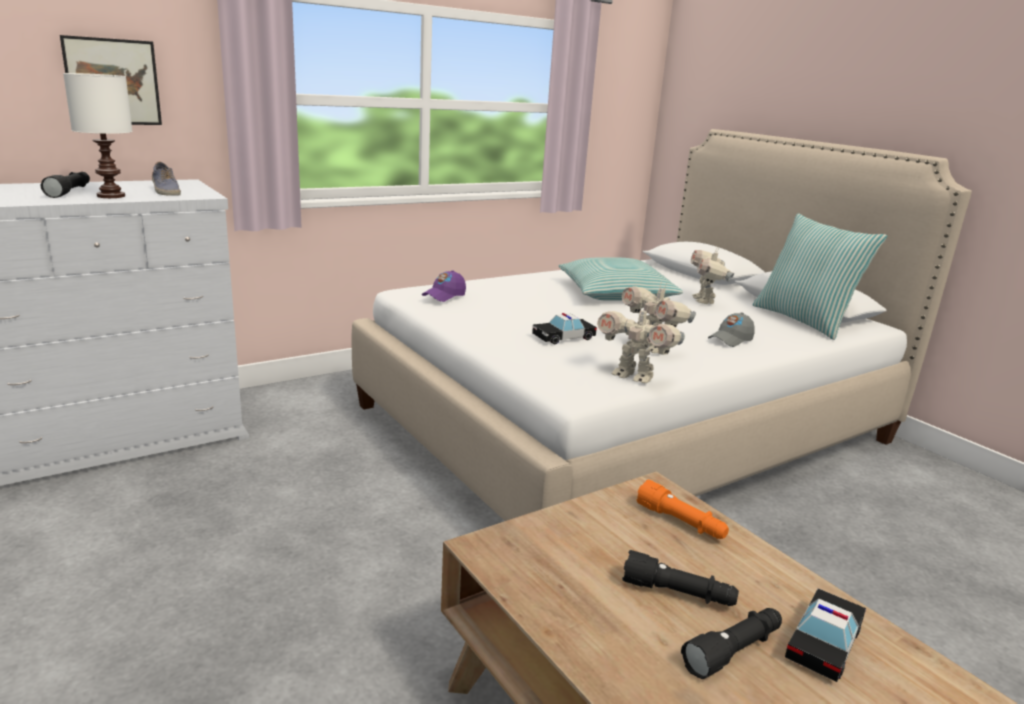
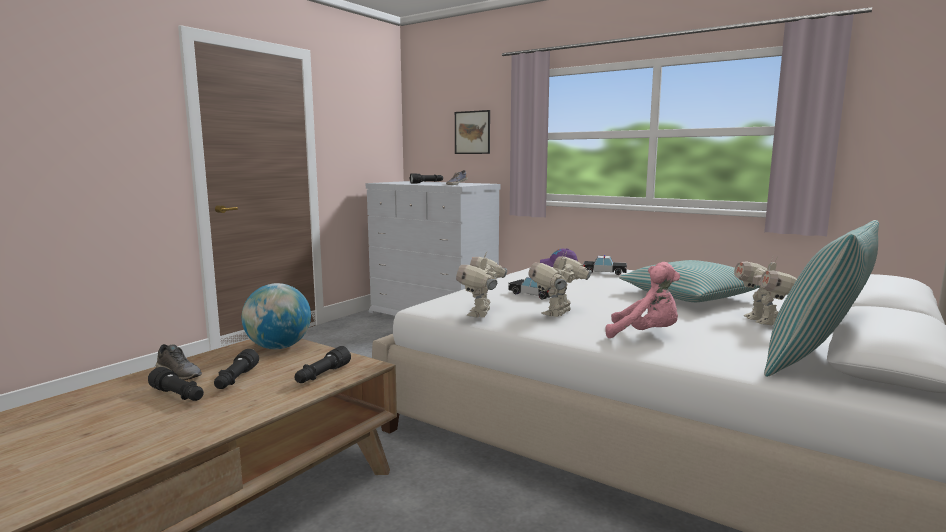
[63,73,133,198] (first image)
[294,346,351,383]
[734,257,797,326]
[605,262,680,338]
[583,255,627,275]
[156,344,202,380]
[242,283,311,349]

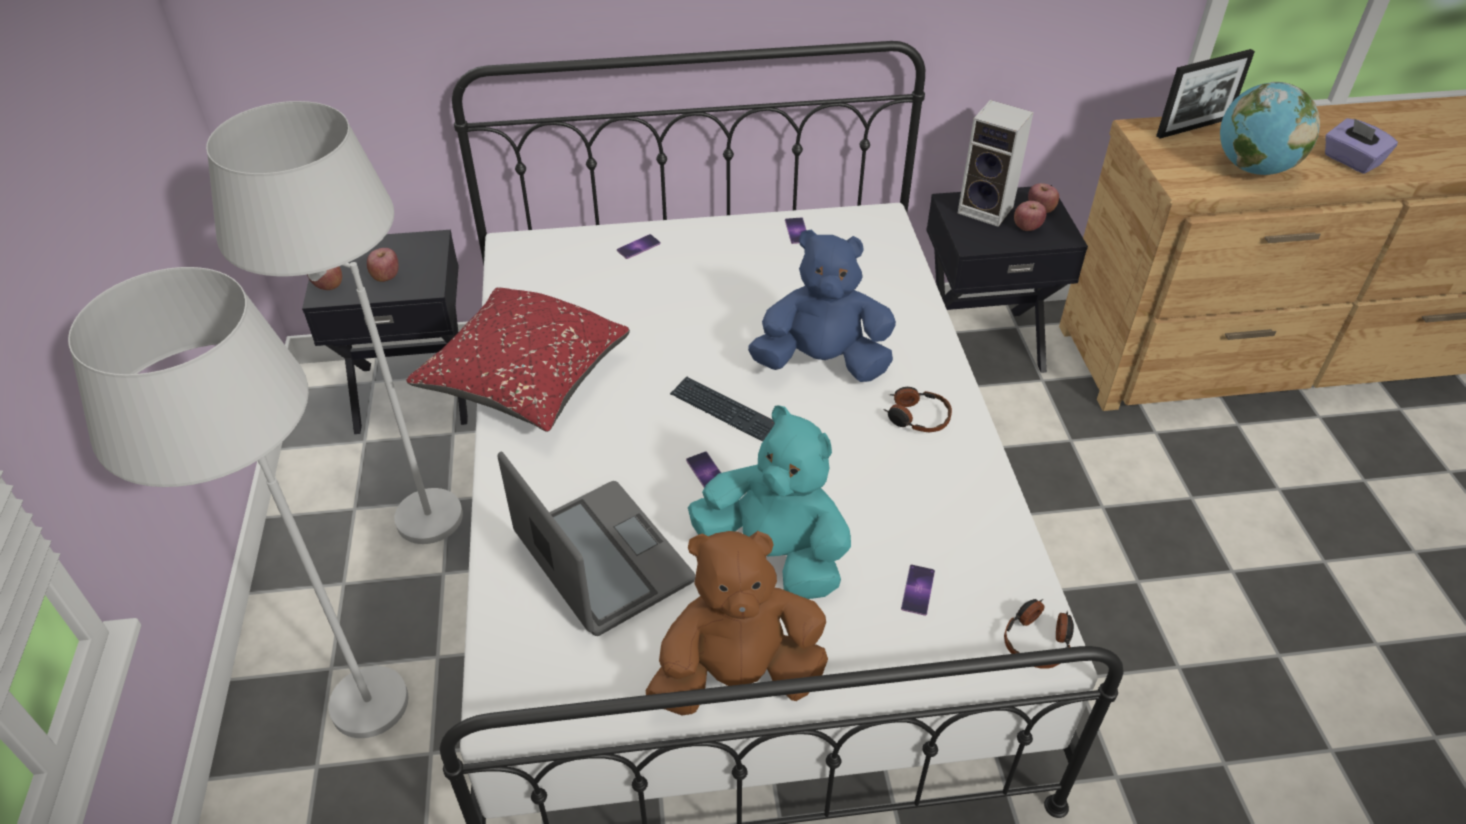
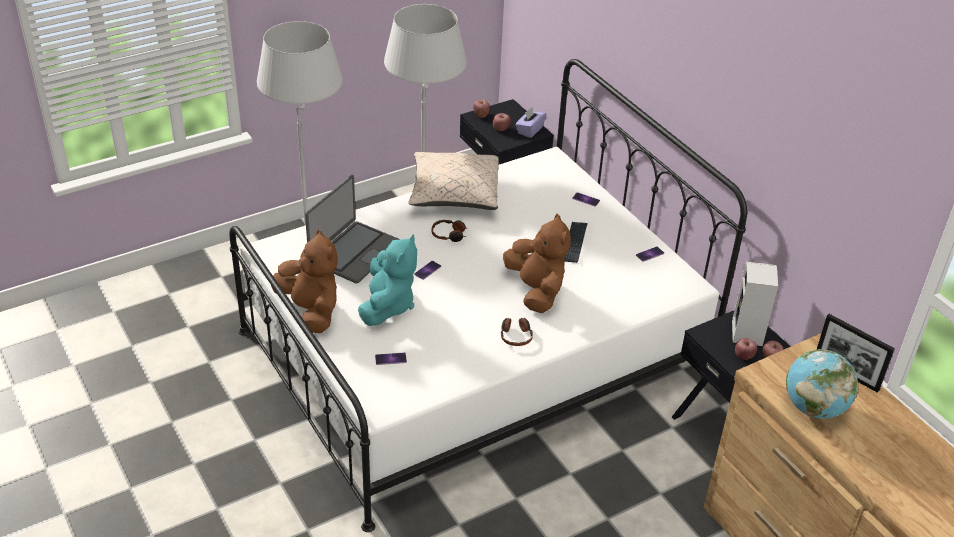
[408,152,499,210]
[564,222,587,263]
[503,214,571,313]
[431,220,468,242]
[516,107,546,138]

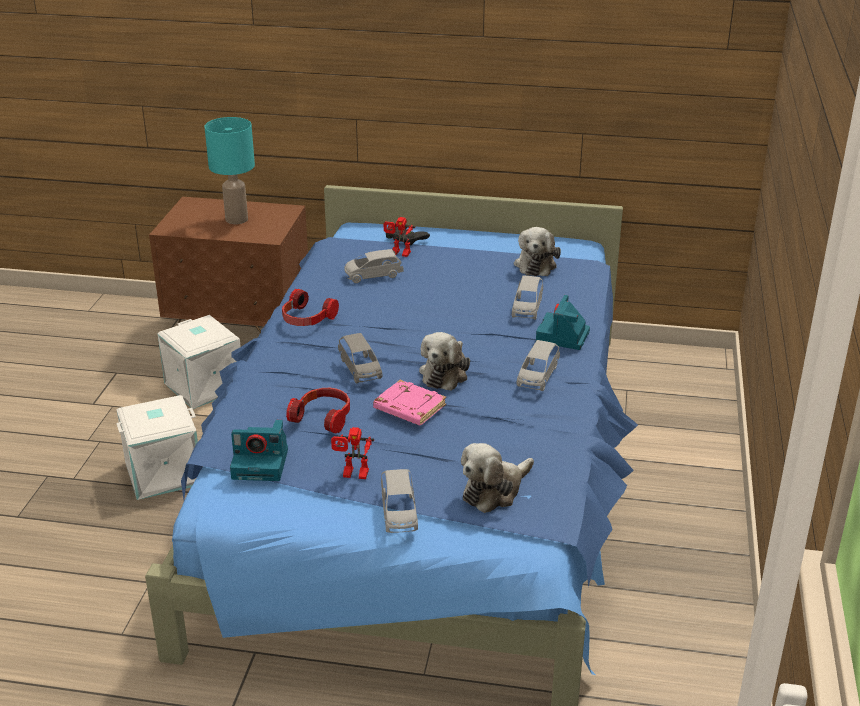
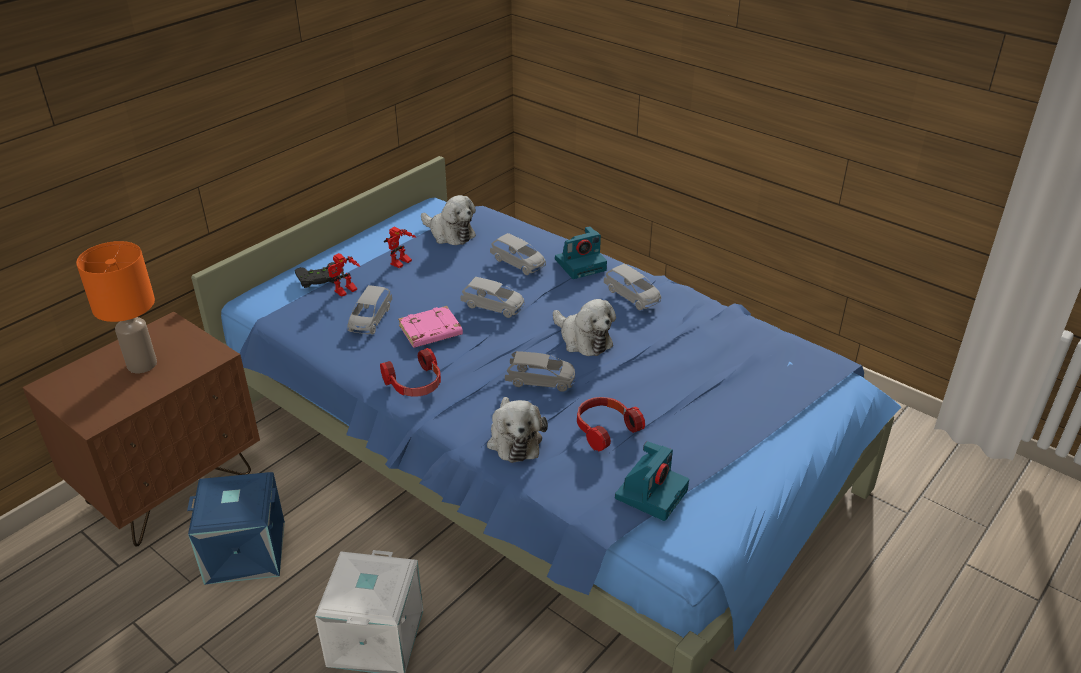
[187,472,285,585]
[76,241,157,373]
[384,227,416,268]
[398,306,463,348]
[460,277,524,318]
[487,397,548,463]
[555,226,607,279]

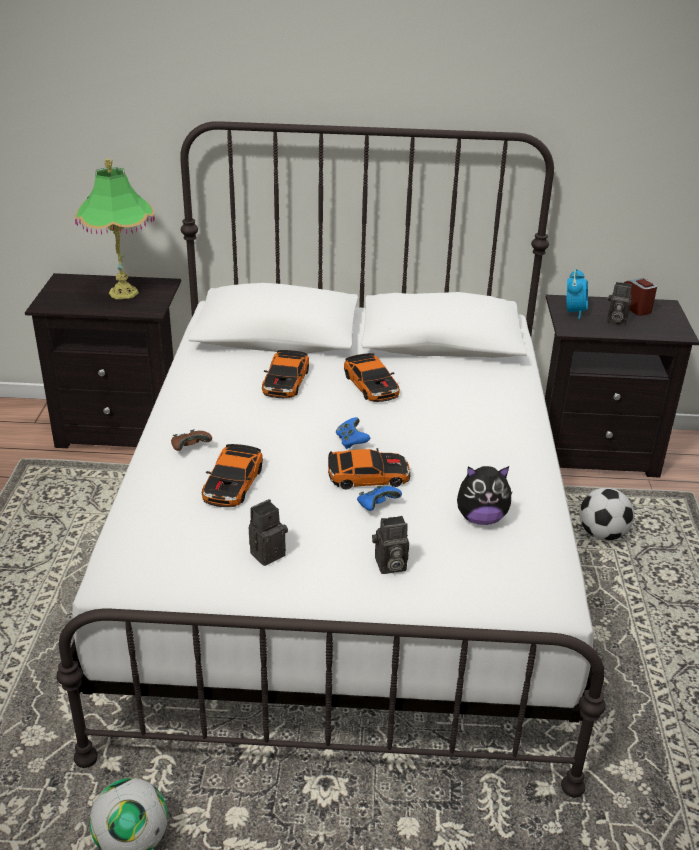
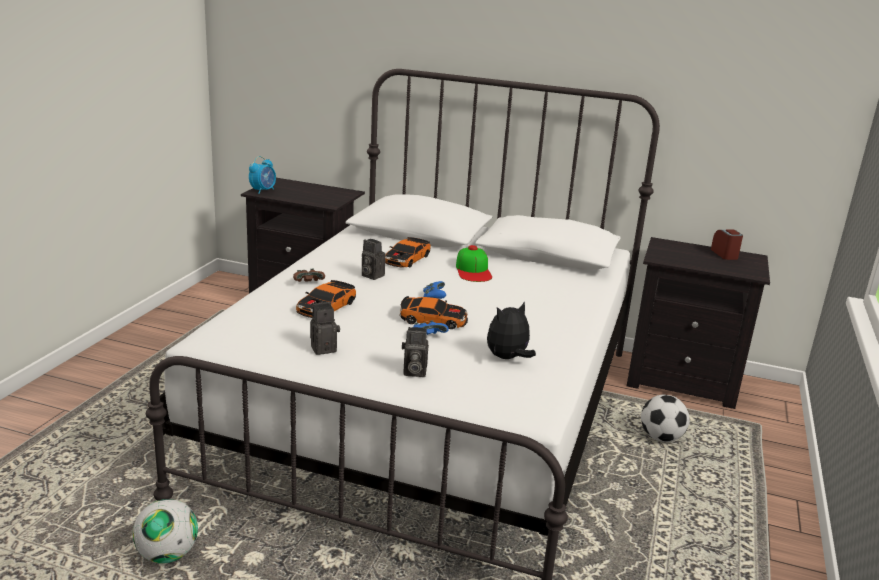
[75,159,155,299] (first image)
[456,245,492,282]
[487,302,536,359]
[249,156,276,194]
[362,239,385,280]

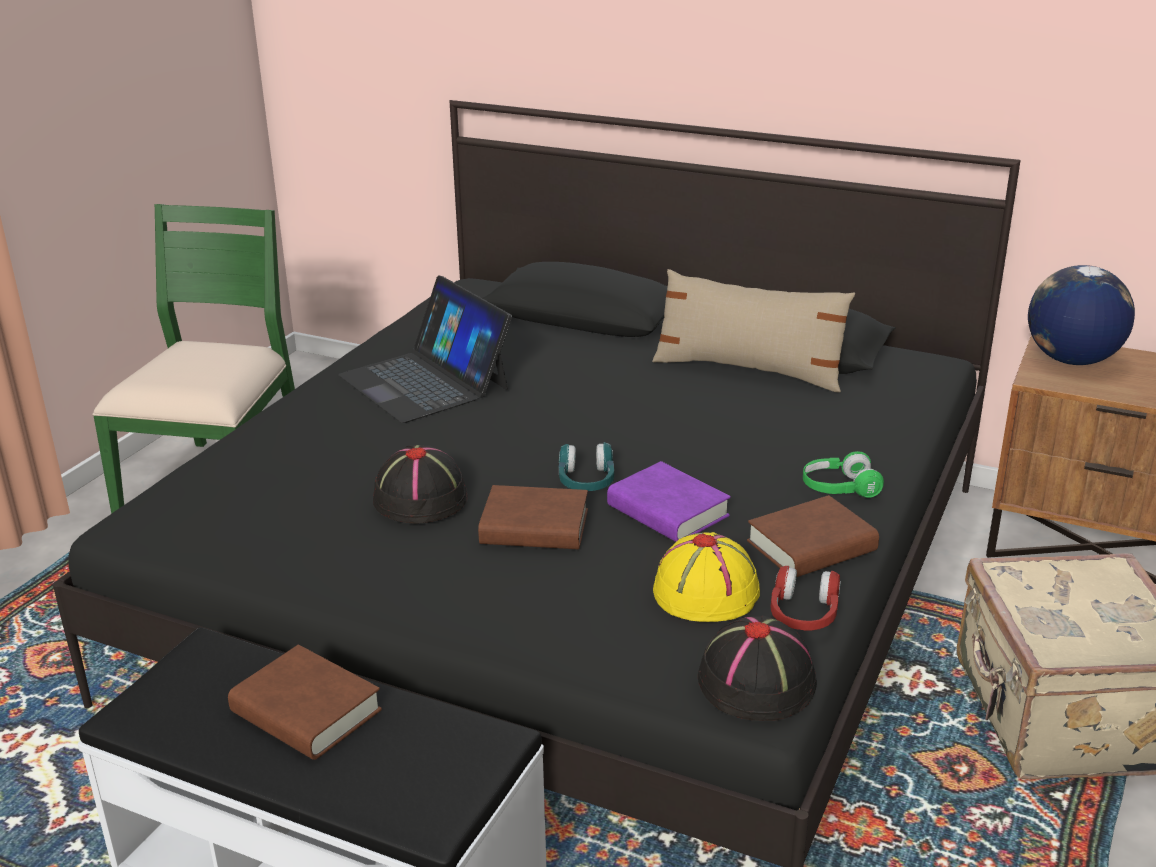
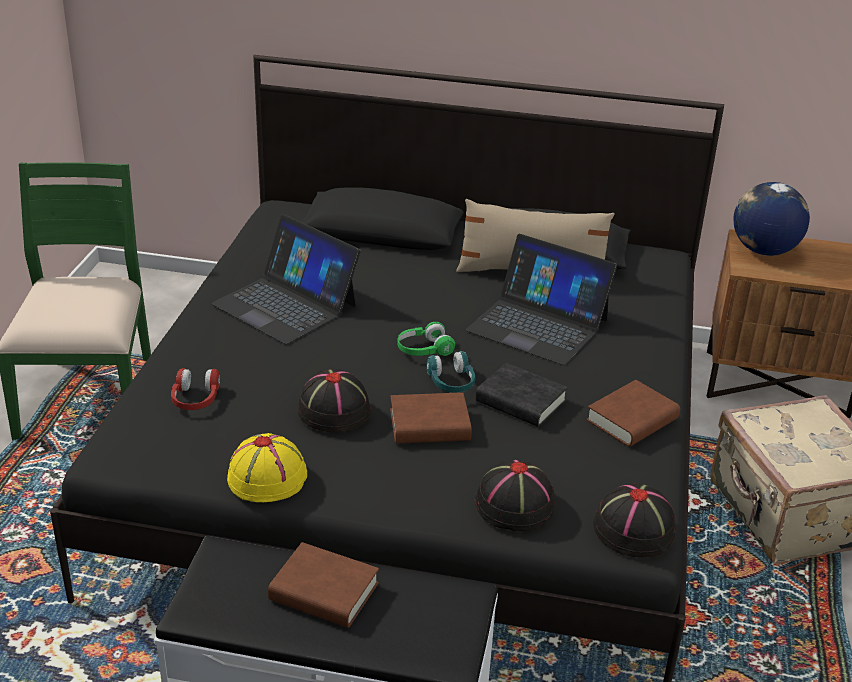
[476,363,568,427]
[227,433,307,502]
[171,368,220,410]
[397,322,455,356]
[466,234,617,365]
[475,460,555,531]

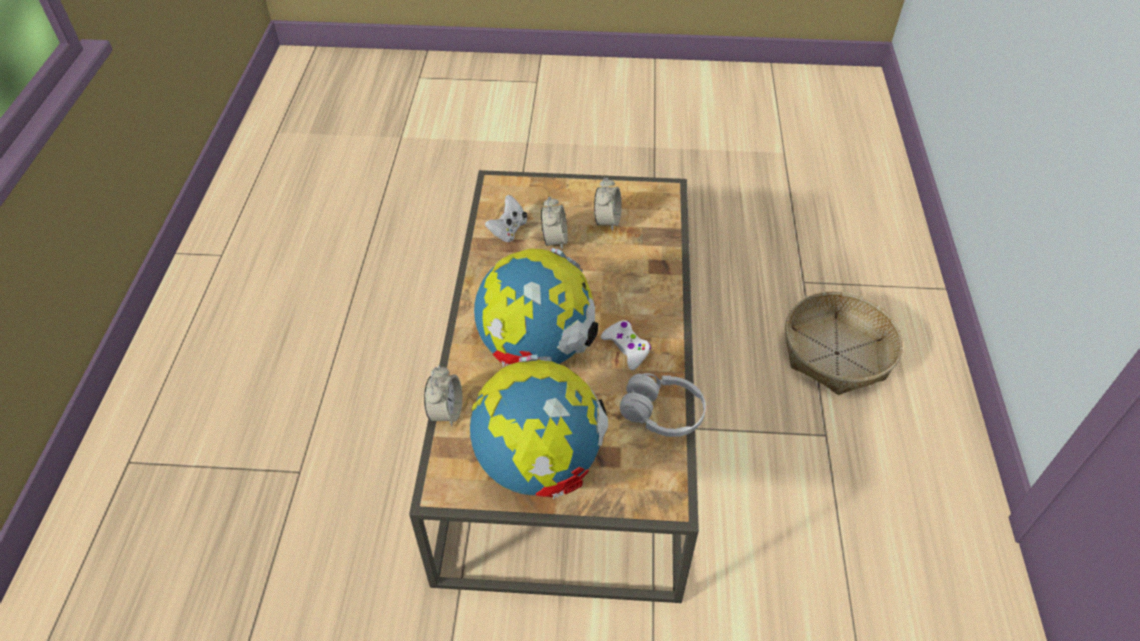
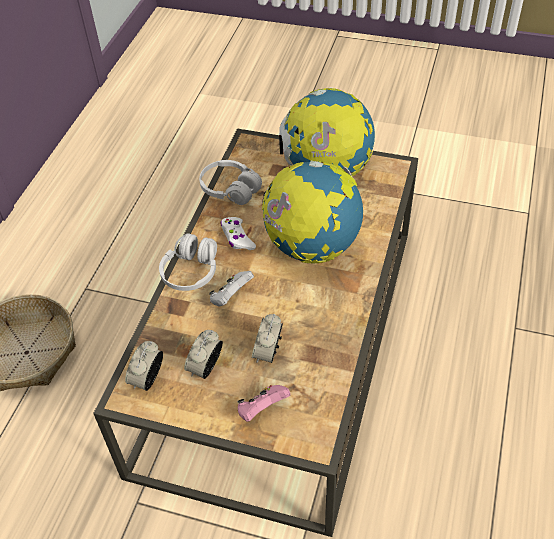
[125,341,163,391]
[209,271,254,307]
[159,233,217,291]
[237,385,291,422]

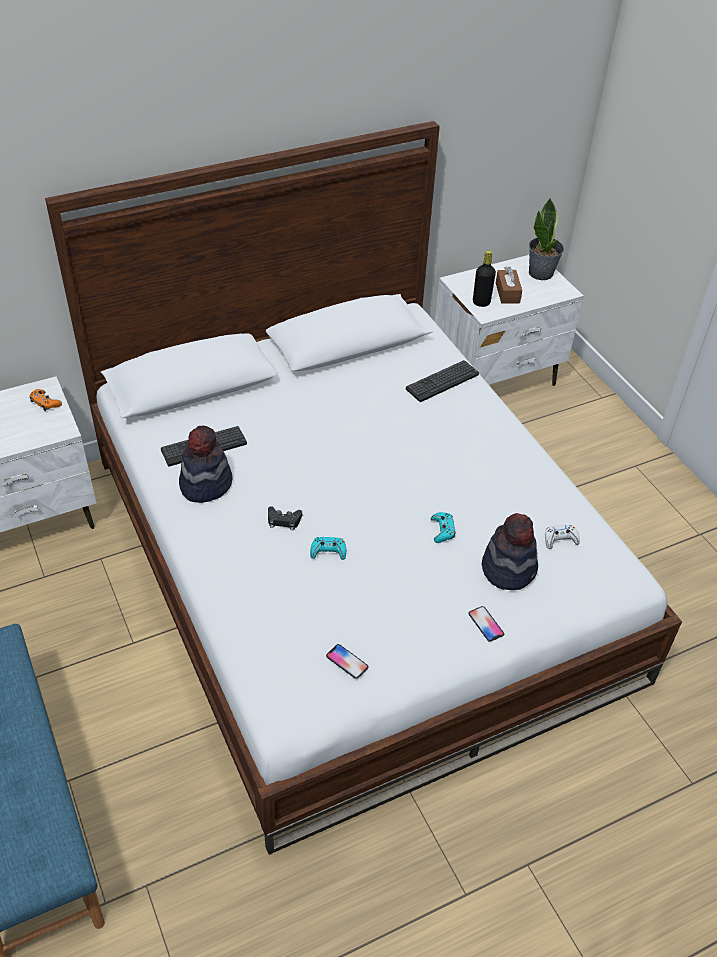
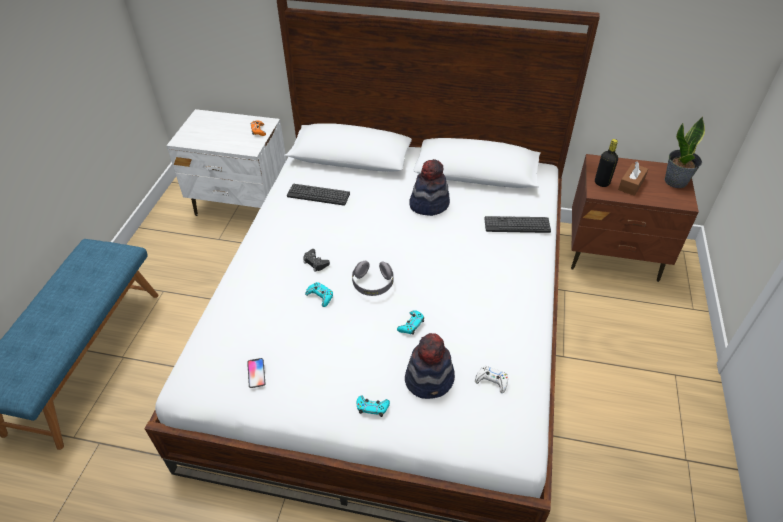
[409,159,450,216]
[571,154,699,282]
[357,396,390,417]
[352,261,394,296]

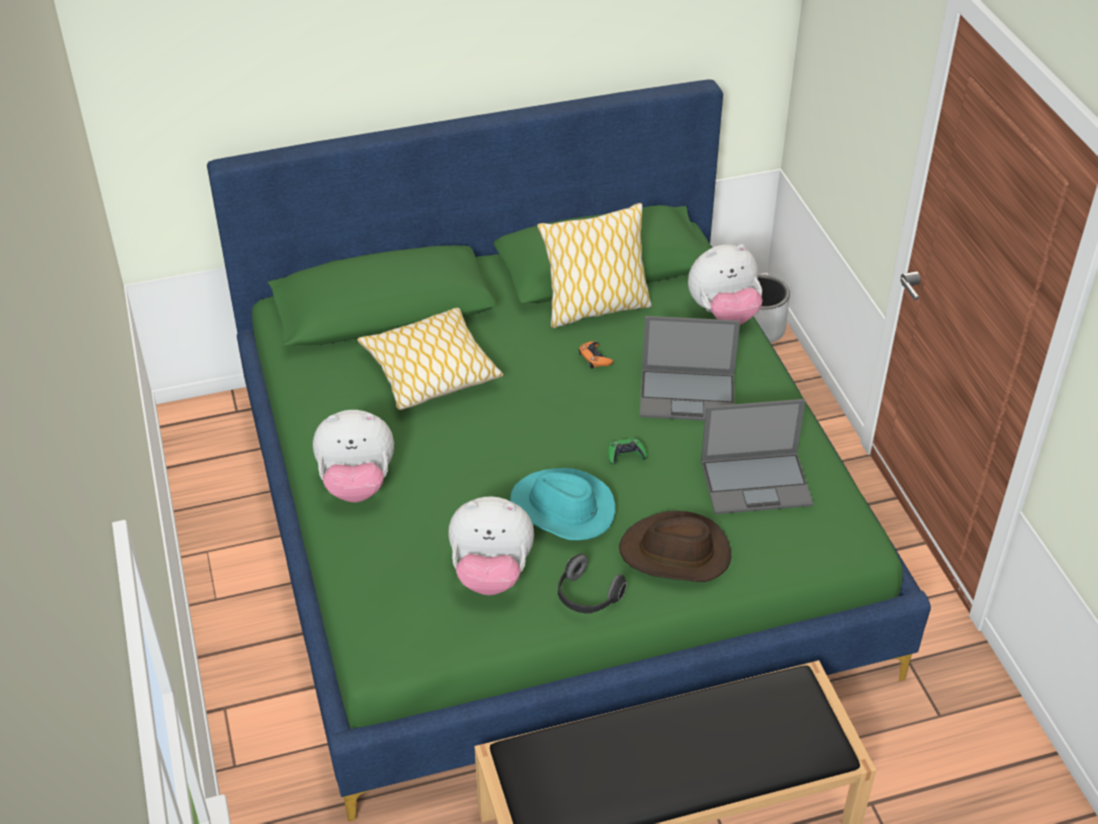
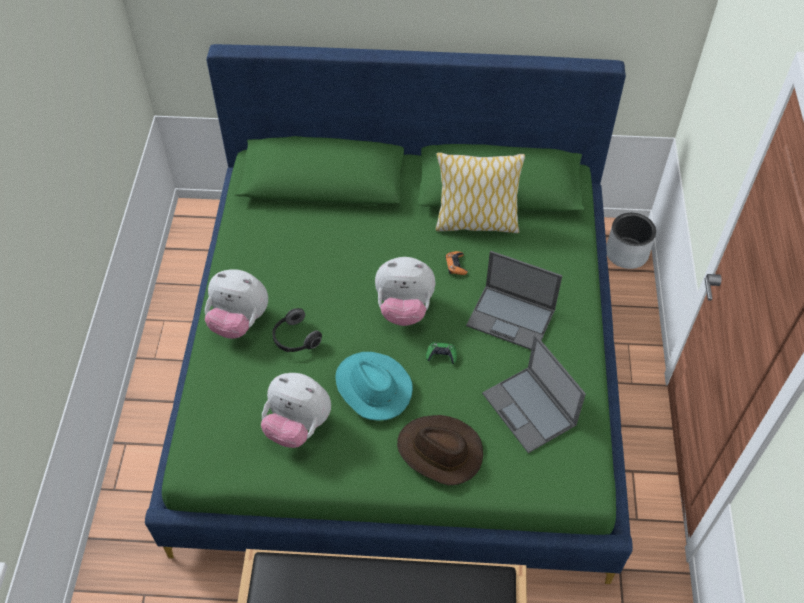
[357,308,503,410] (first image)
[272,308,322,352]
[375,257,436,326]
[482,335,586,453]

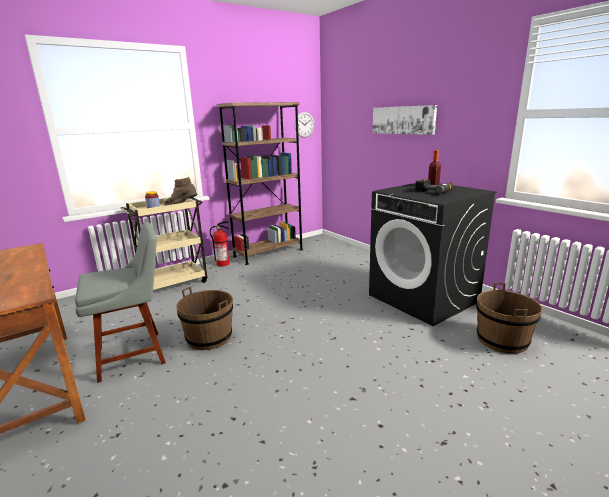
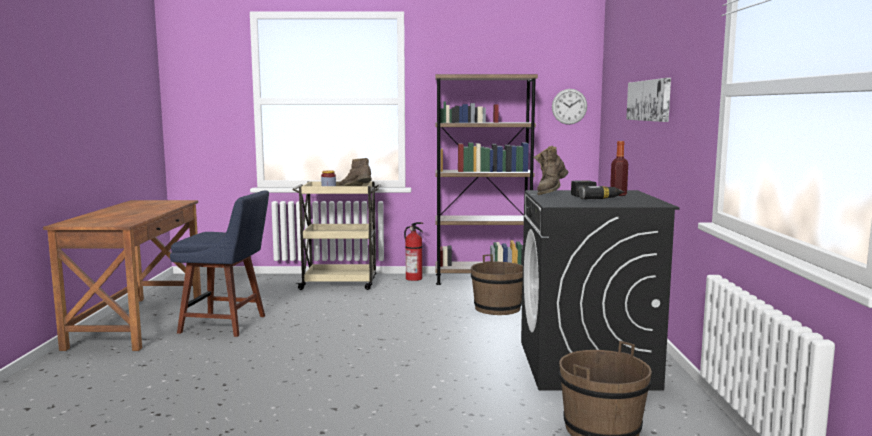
[170,190,269,337]
[471,254,523,315]
[533,146,568,195]

